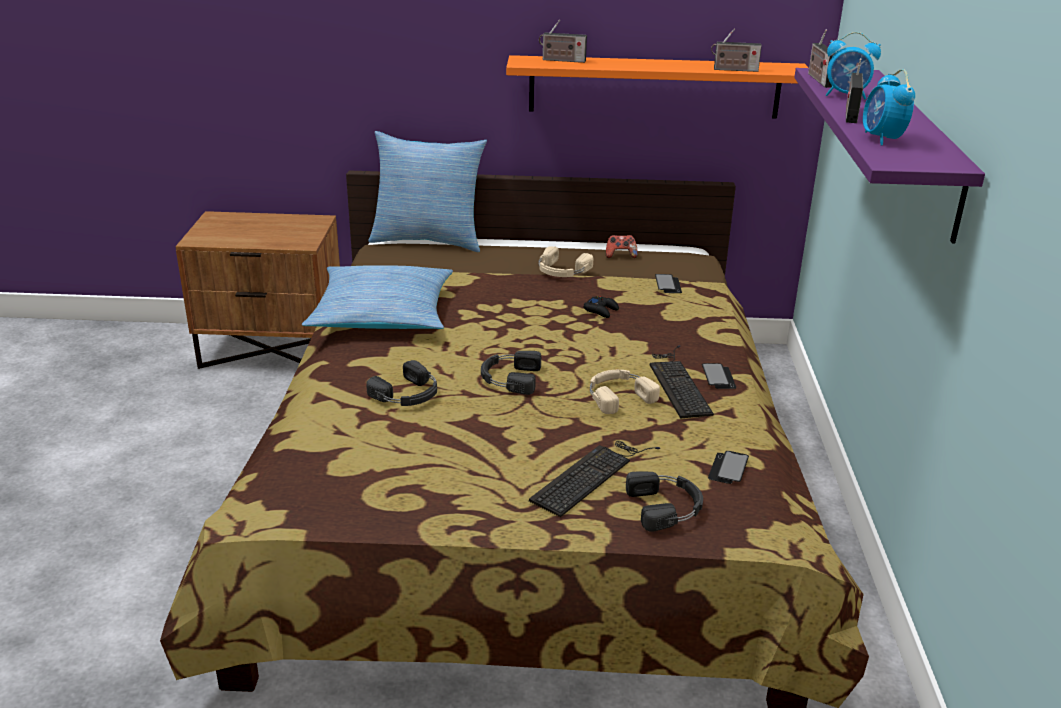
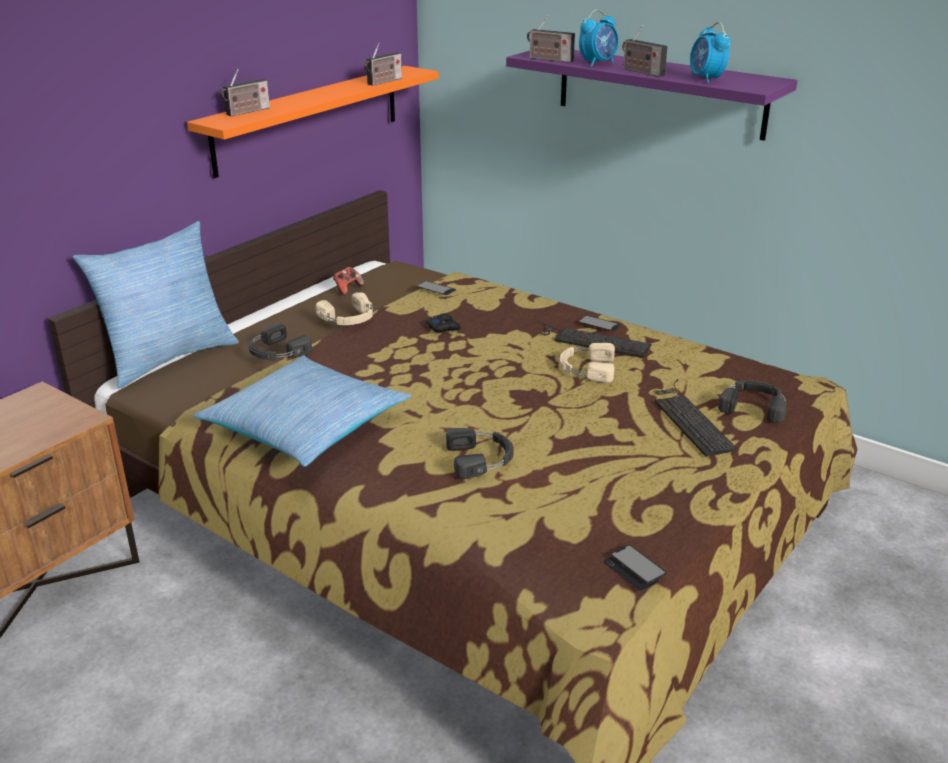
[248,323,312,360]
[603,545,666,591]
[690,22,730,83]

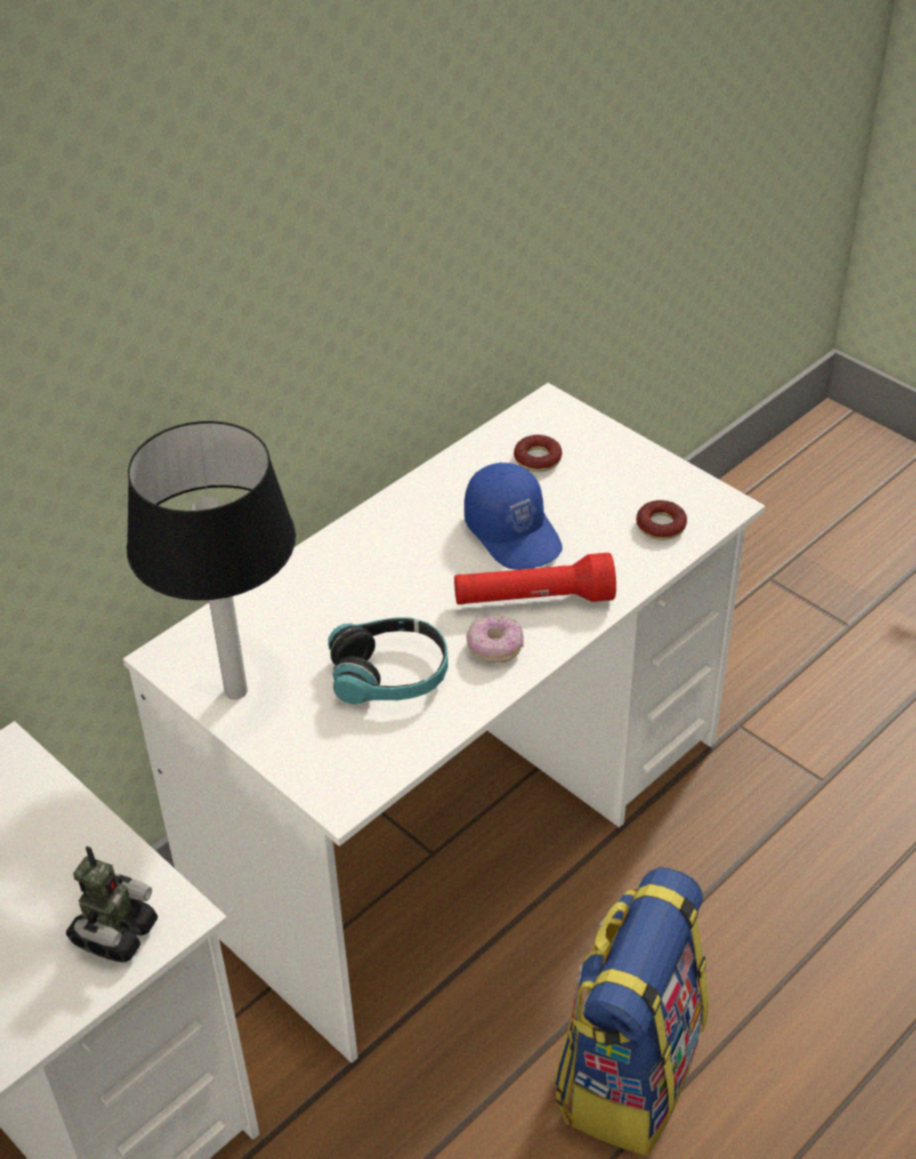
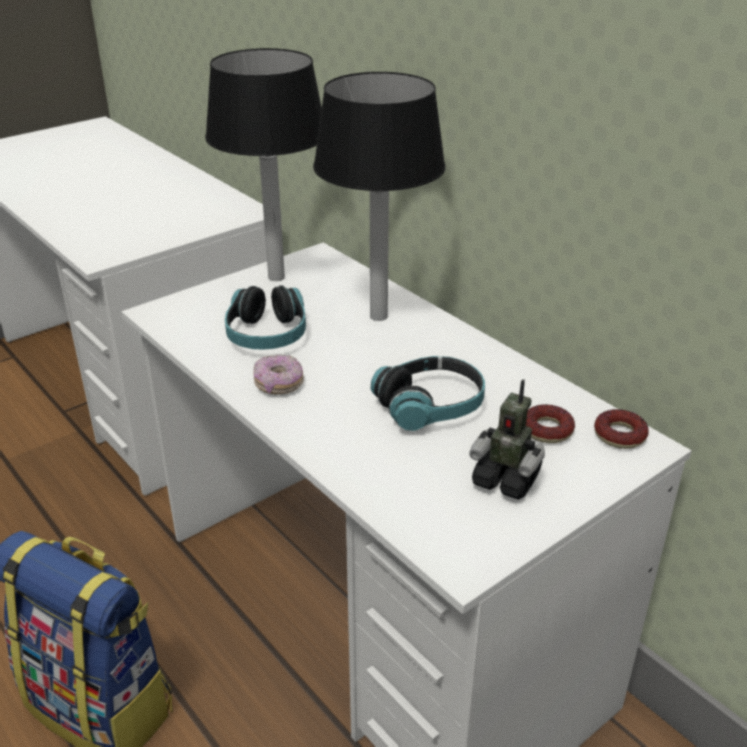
[469,379,545,500]
[454,553,616,605] (first image)
[370,356,485,431]
[594,409,649,449]
[313,72,445,321]

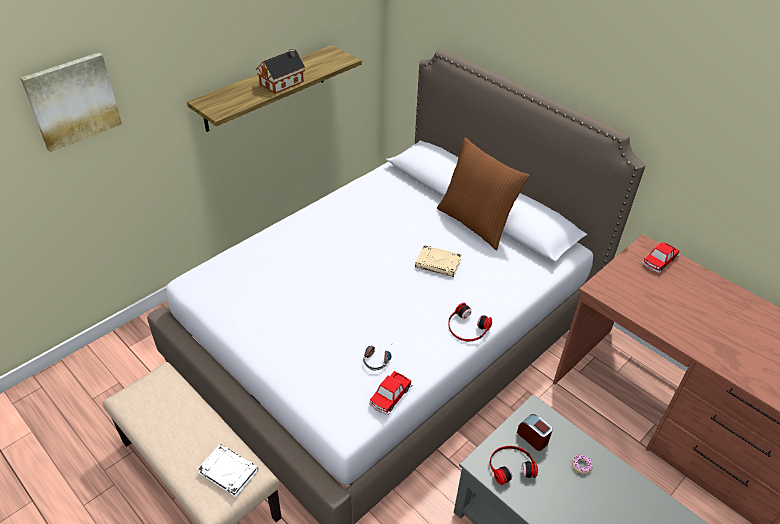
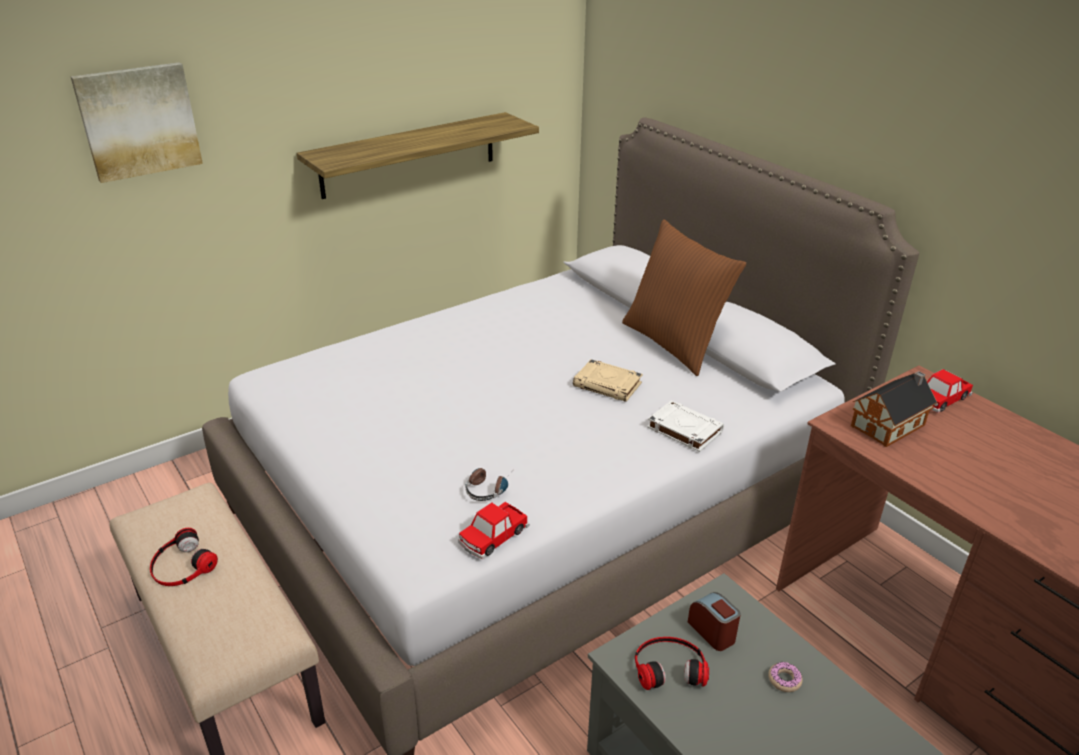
[647,401,724,452]
[851,371,937,447]
[150,528,218,586]

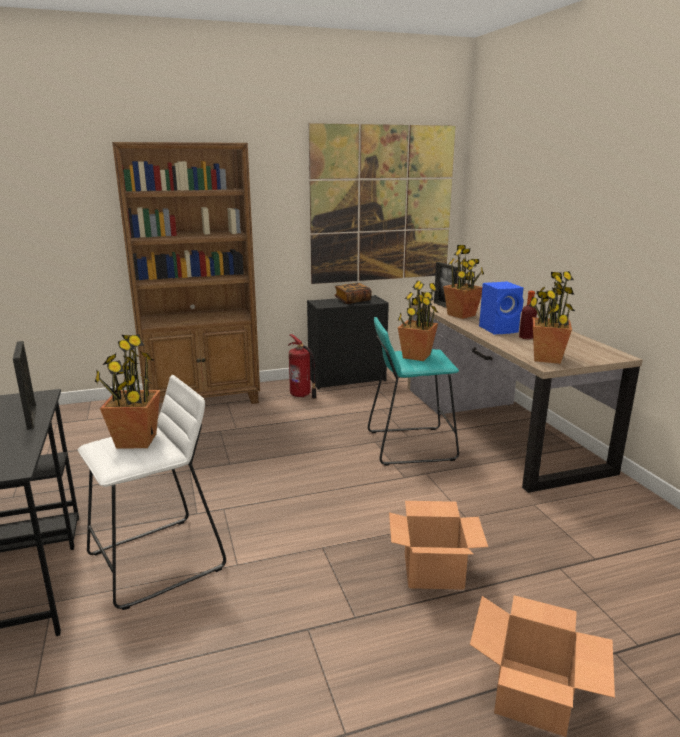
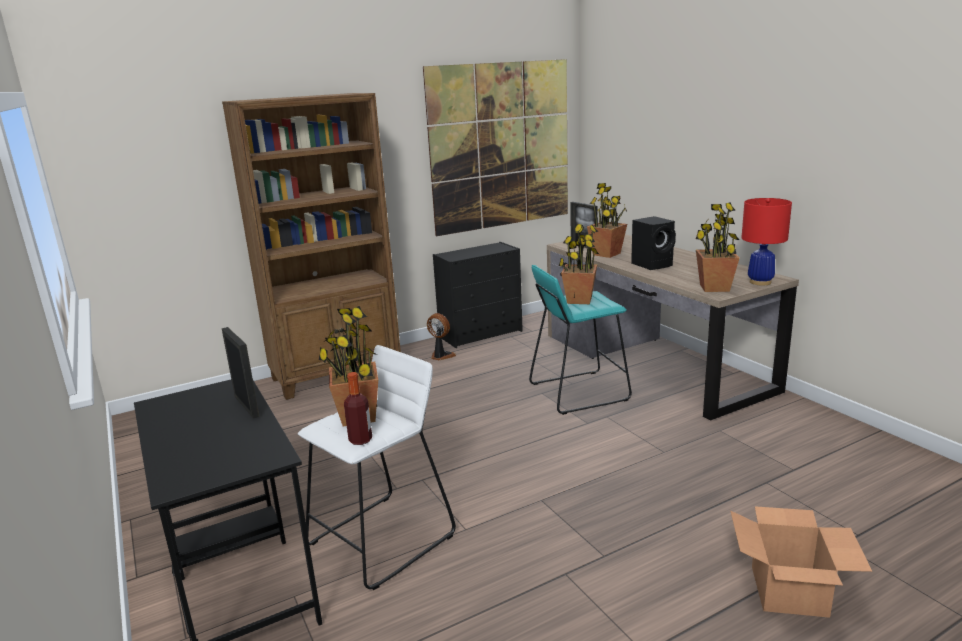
[427,313,456,360]
[335,283,372,304] (first image)
[389,501,488,590] (first image)
[631,216,676,270]
[344,372,372,445]
[741,198,792,285]

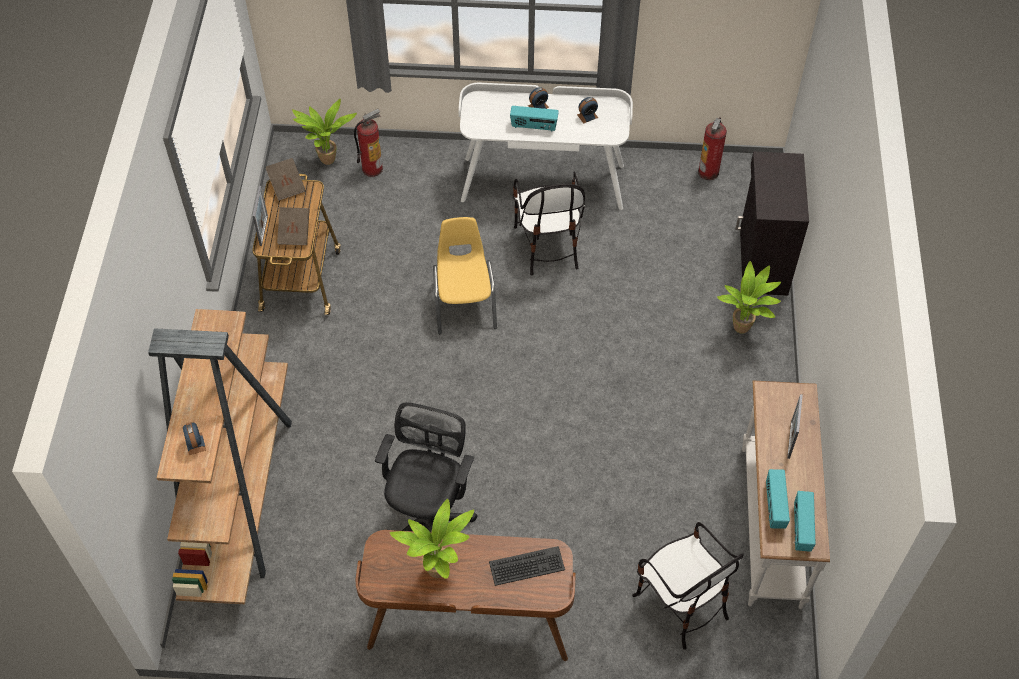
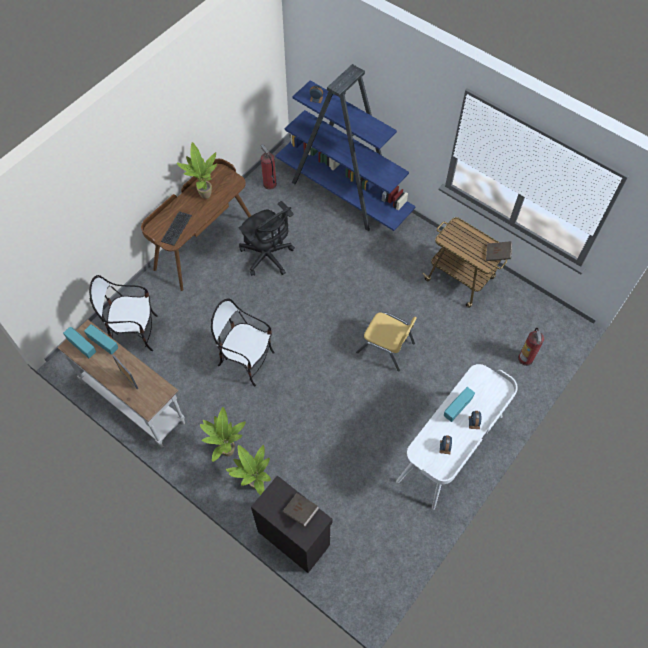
[276,64,416,231]
[253,186,268,246] (first image)
[283,493,319,527]
[200,407,246,462]
[211,299,275,386]
[261,144,277,190]

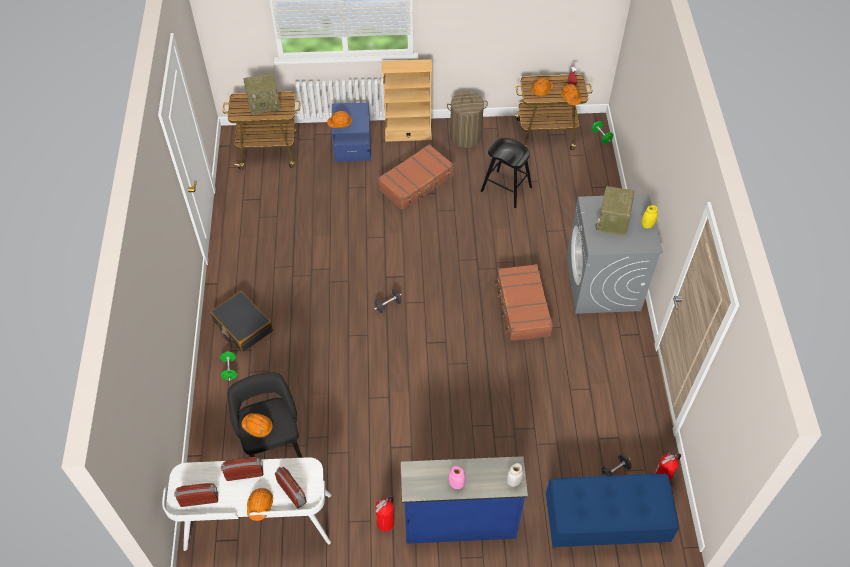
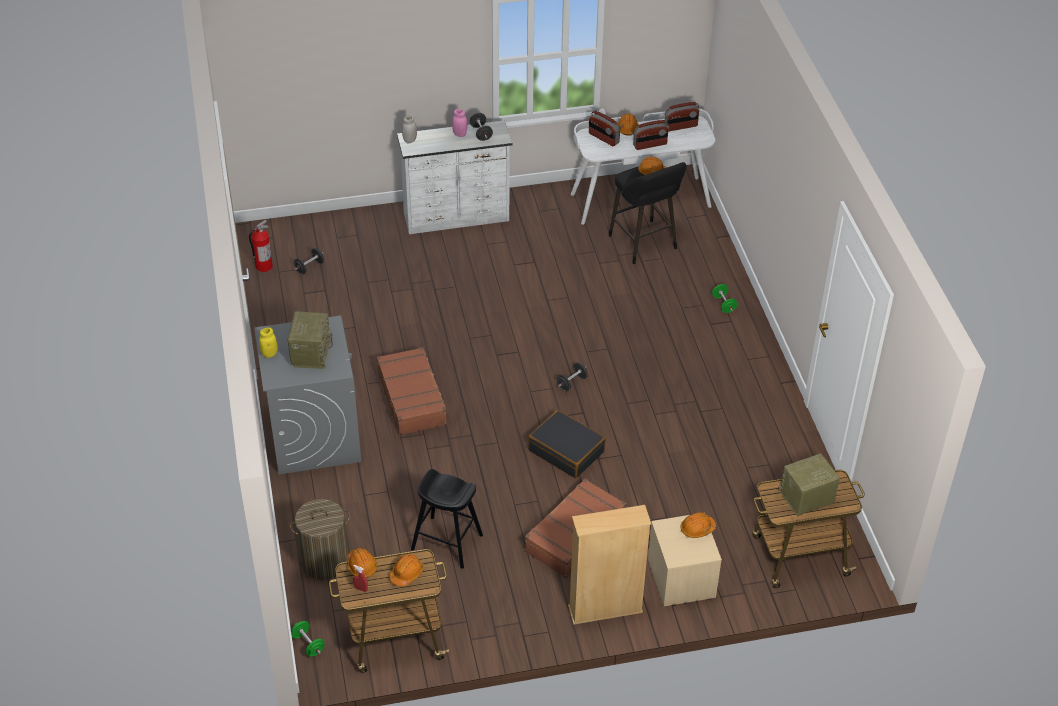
[528,410,606,478]
[648,515,722,606]
[375,496,394,532] (first image)
[397,120,512,234]
[289,499,350,580]
[546,474,679,550] (first image)
[470,113,493,141]

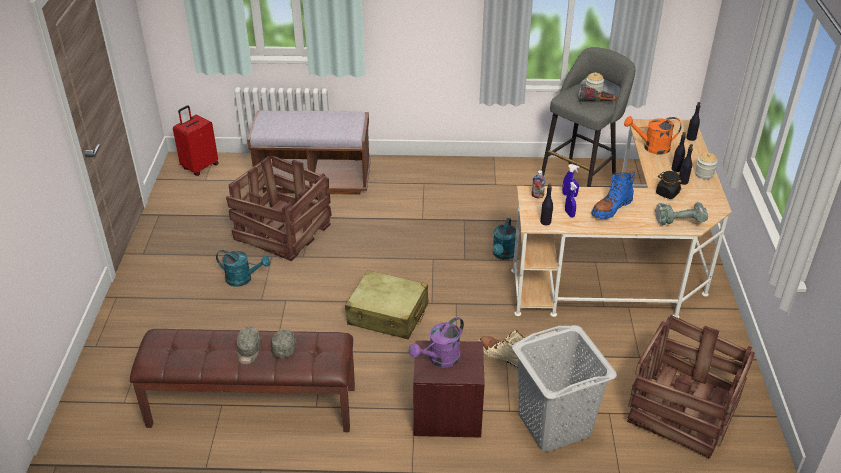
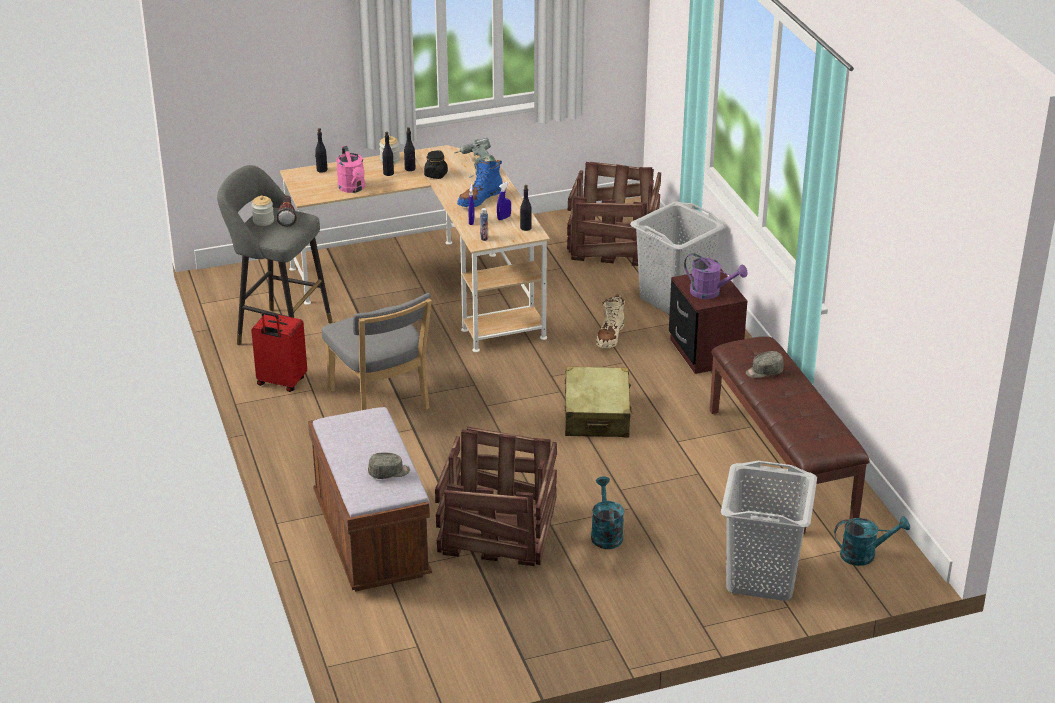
[251,312,307,392]
[368,452,410,479]
[834,517,910,566]
[457,160,503,207]
[336,145,365,193]
[322,293,432,410]
[721,461,817,601]

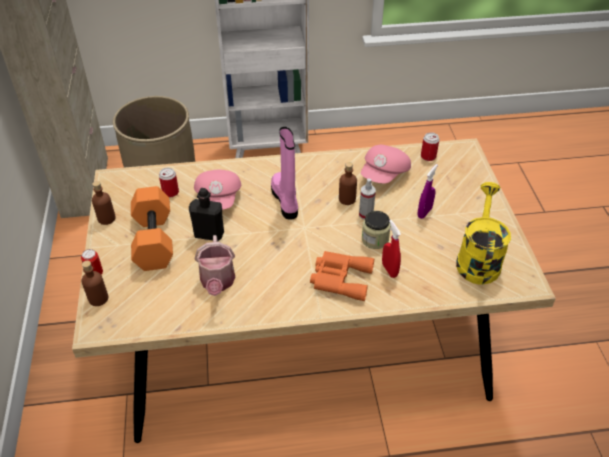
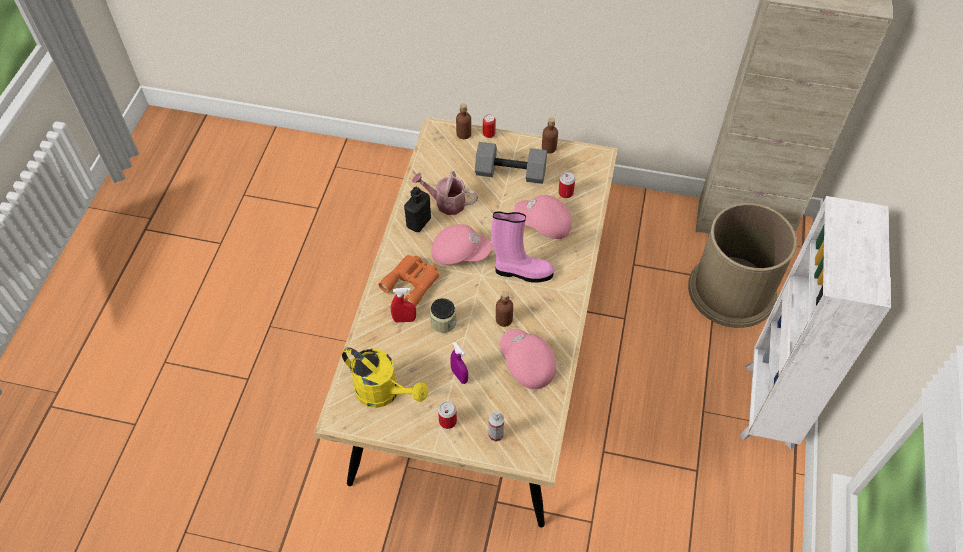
[475,142,547,184]
[404,187,431,232]
[489,411,504,442]
[438,401,457,429]
[432,224,492,265]

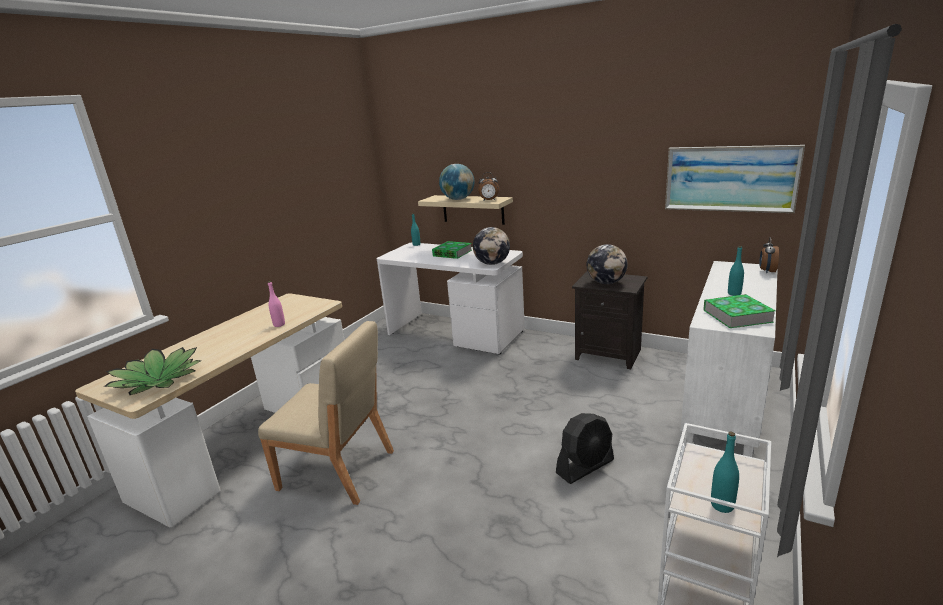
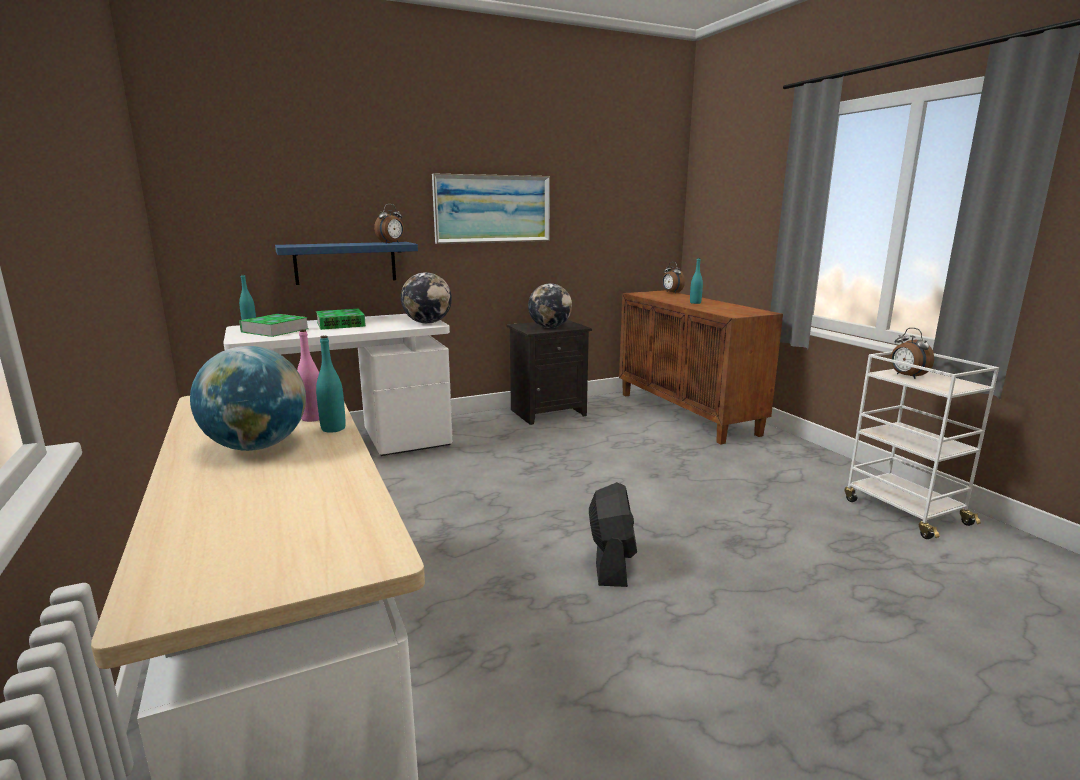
[104,347,201,395] (first image)
[258,321,394,505] (first image)
[275,242,418,285]
[190,346,306,451]
[589,482,637,587]
[432,173,550,244]
[619,290,783,444]
[239,314,309,337]
[316,336,346,433]
[891,328,934,379]

